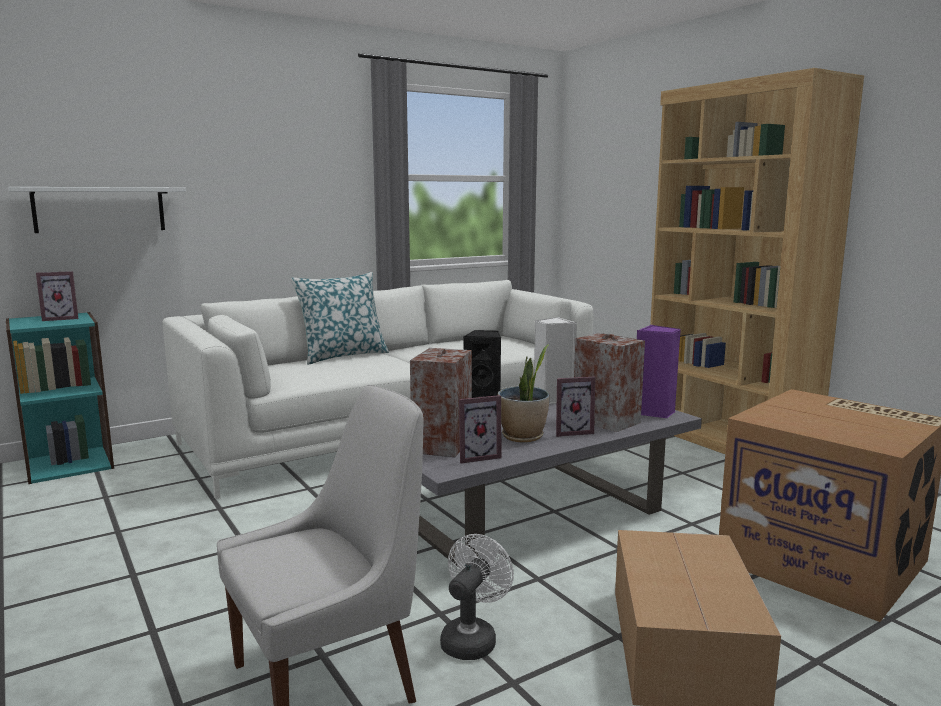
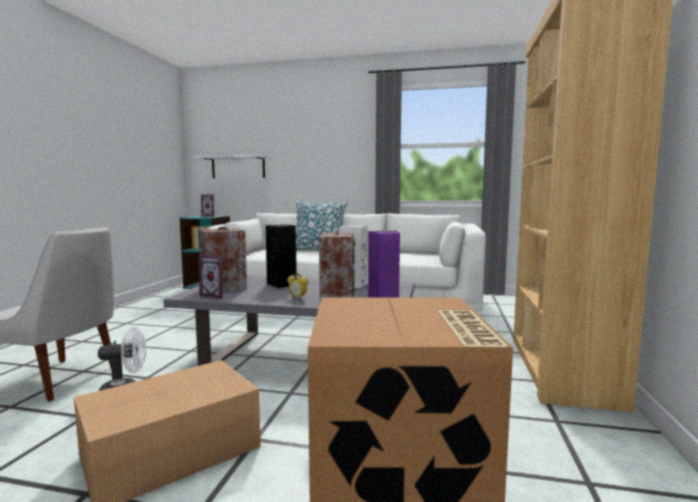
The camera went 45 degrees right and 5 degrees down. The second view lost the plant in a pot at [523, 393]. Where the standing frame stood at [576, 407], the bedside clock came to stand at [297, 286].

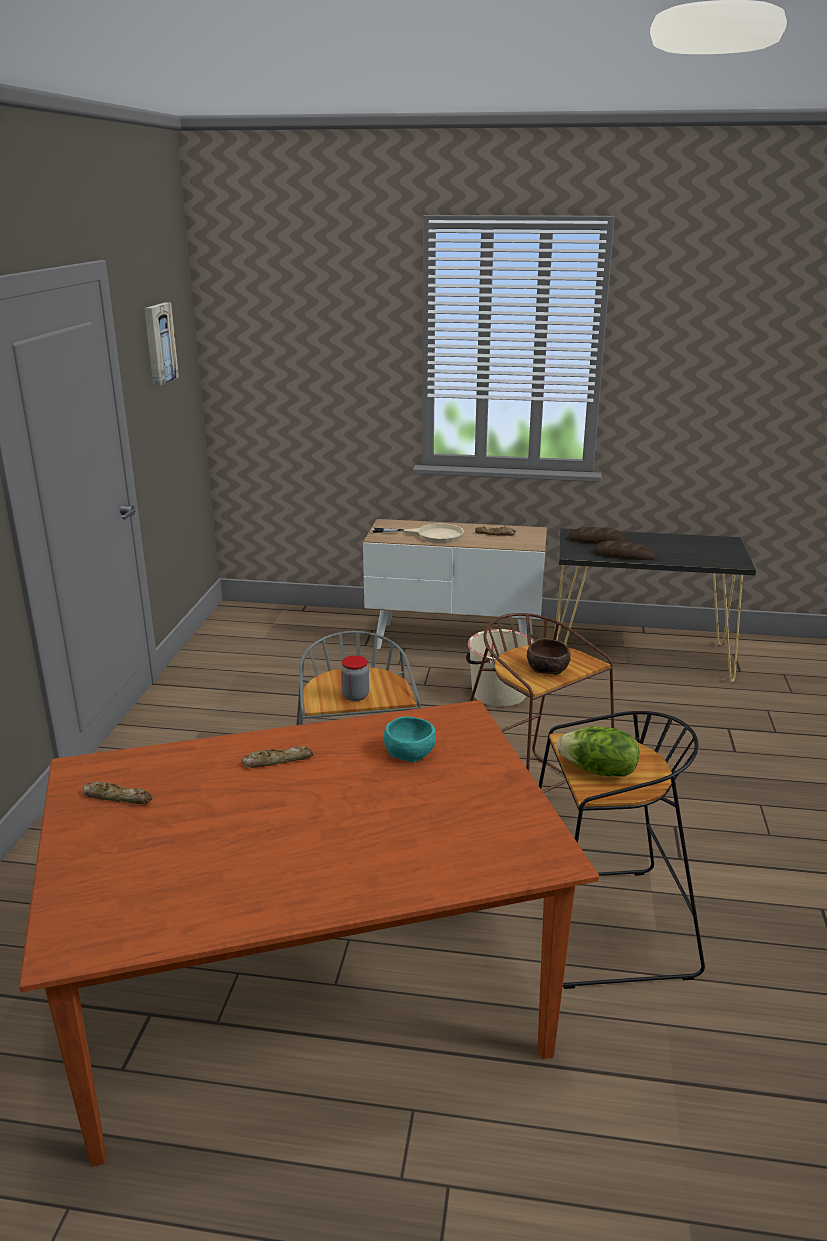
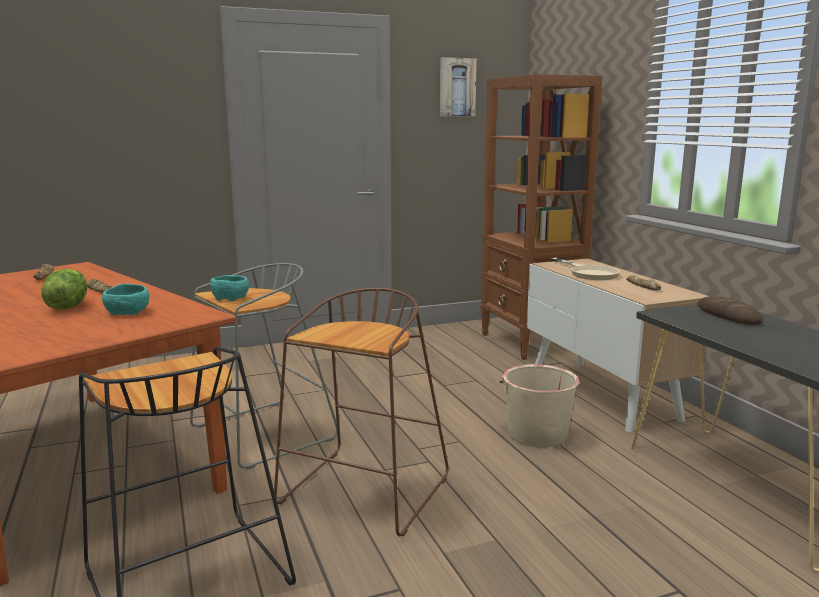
The camera went 60 degrees right and 10 degrees down. Where the preserve jar stood at [355, 678], the blue-green bowl came to stand at [229, 288]. The second view lost the brown-coloured bowl at [549, 656]. The lettuce head ended up elsewhere, having gone from [598, 751] to [64, 289]. The second view lost the bakery bread at [624, 550]. The second view gained the brown-coloured bookshelf at [541, 217].

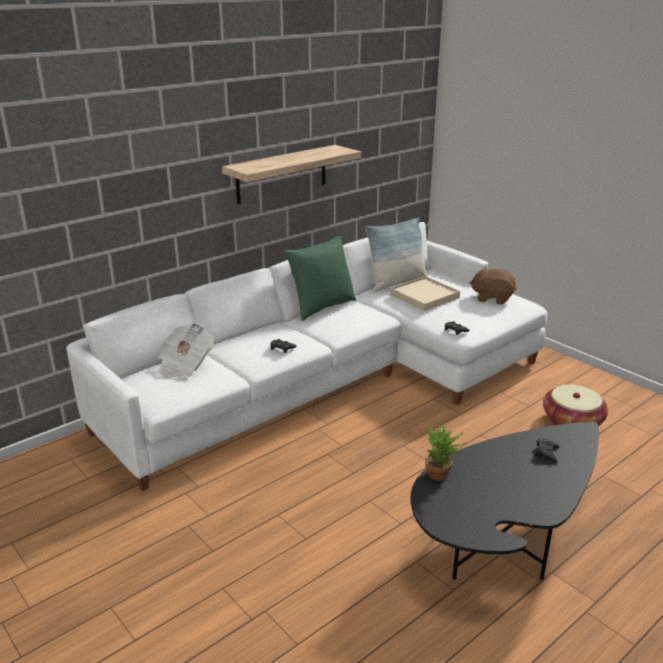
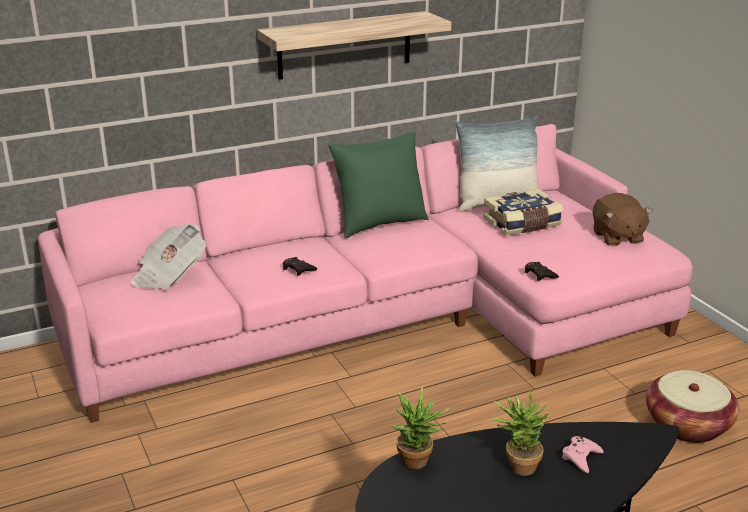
The camera went 15 degrees right and 0 degrees up. What was the white-coloured settee at [306, 356] turned into the pink-coloured settee at [365, 273]. Where the sand-coloured serving tray stood at [425, 293], the book came to stand at [523, 212]. The brown-coloured cuddly toy at [492, 286] ended up facing another way, 135 degrees counterclockwise from before. What was the black-coloured gamepad at [547, 451] turned into the pink-coloured gamepad at [583, 454]. The second view gained the plant in a pot at [520, 432].

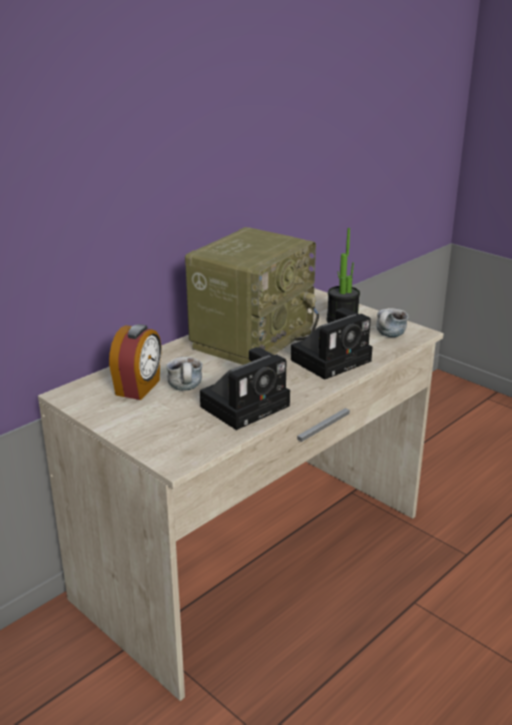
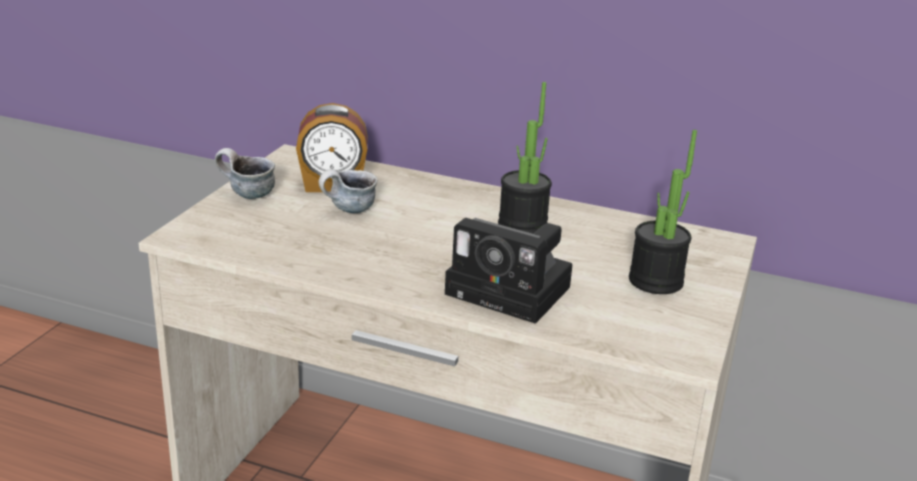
The camera went 65 degrees right and 0 degrees up. Where the radio set stood at [252, 296], the plant in a pot came to stand at [525, 158]. The second view lost the still camera at [245, 388]. The mug ended up elsewhere, having gone from [392, 322] to [245, 173].

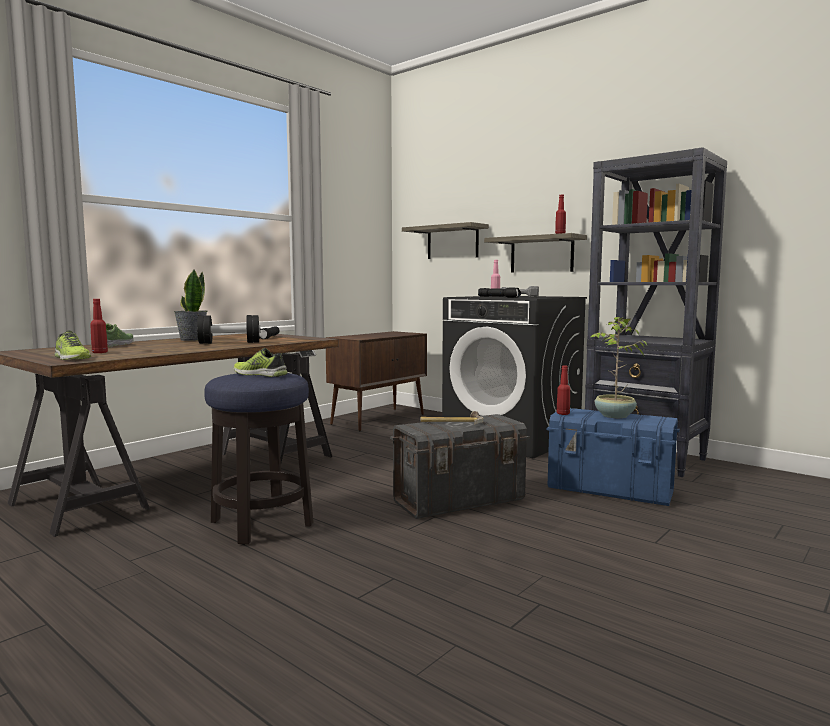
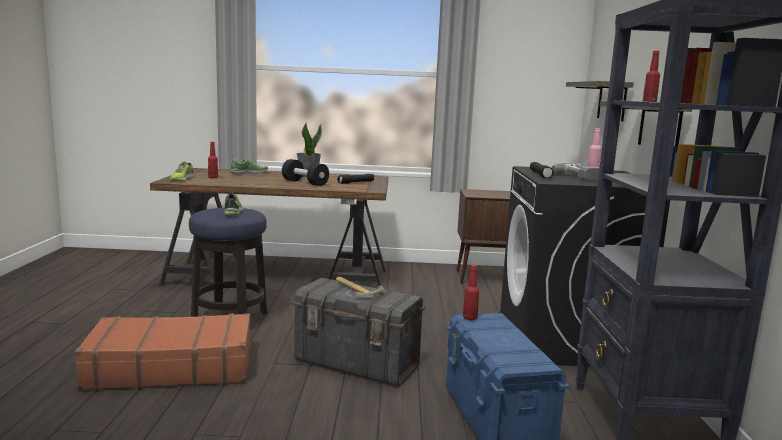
The camera went 50 degrees right and 5 degrees up. The second view lost the plant in a pot at [619, 367]. The second view gained the brown-coloured piece of luggage at [163, 351].

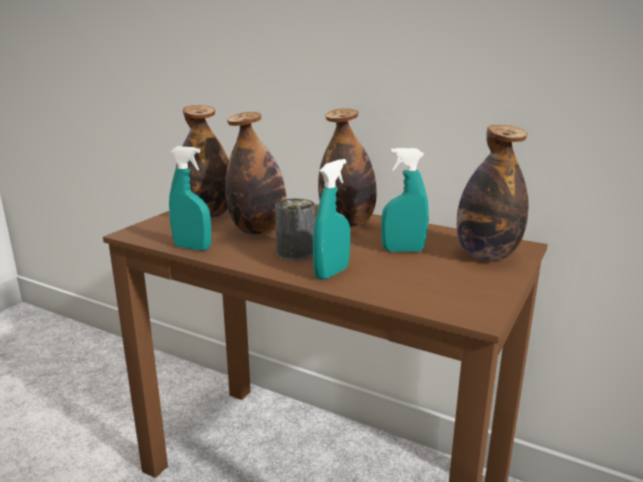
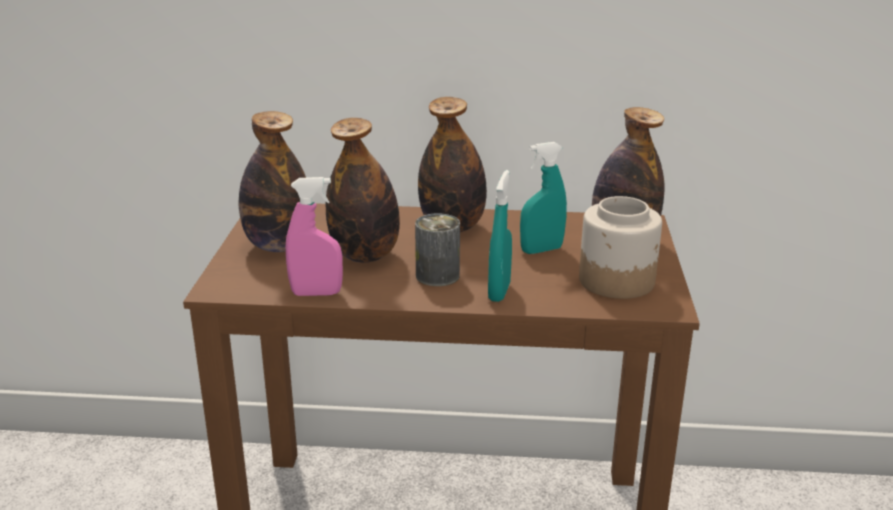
The camera went 25 degrees left and 5 degrees up. What was the blue-green sprayer at [190, 198] turned into the pink-coloured sprayer at [314, 236]. The second view gained the preserve jar at [620, 247].

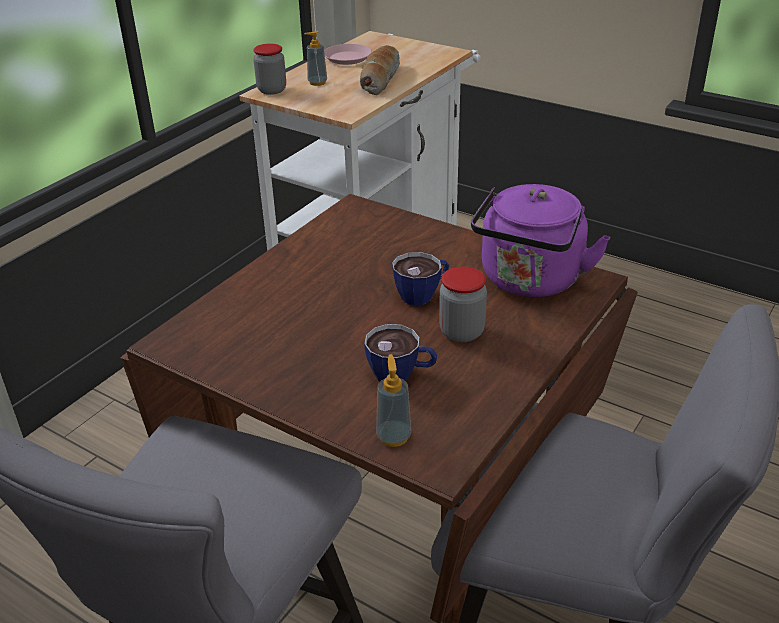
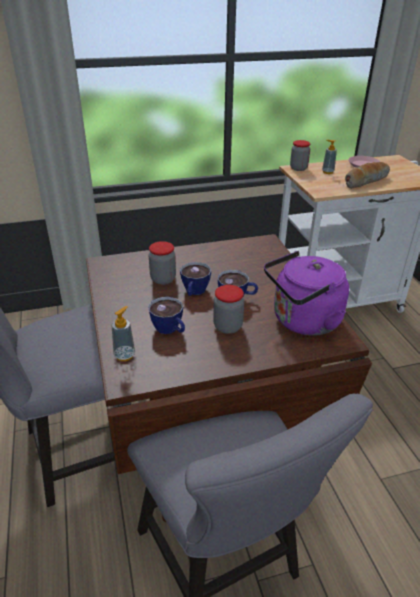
The camera went 40 degrees right and 0 degrees up. The second view gained the preserve jar at [162, 263]. The second view gained the small cup at [195, 279].

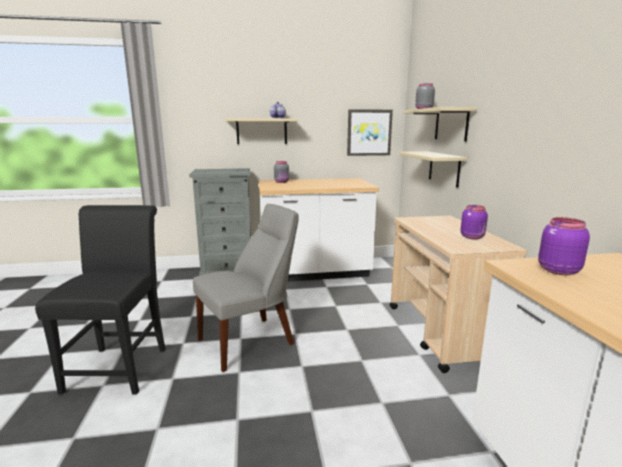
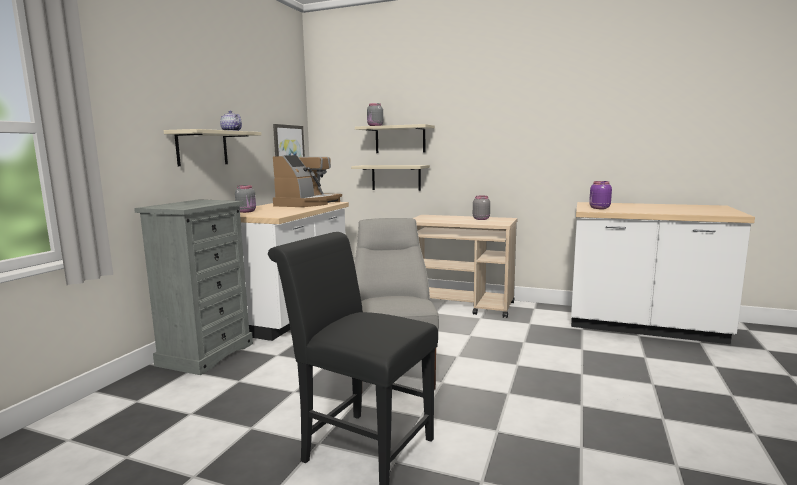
The camera went 60 degrees left and 5 degrees down. What was the purple-coloured preserve jar at [474, 222] turned into the grey preserve jar at [481, 208]. The second view gained the coffee brewer at [307, 181].

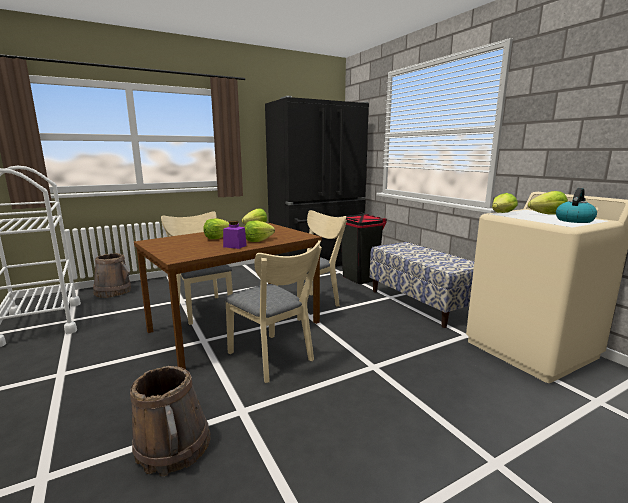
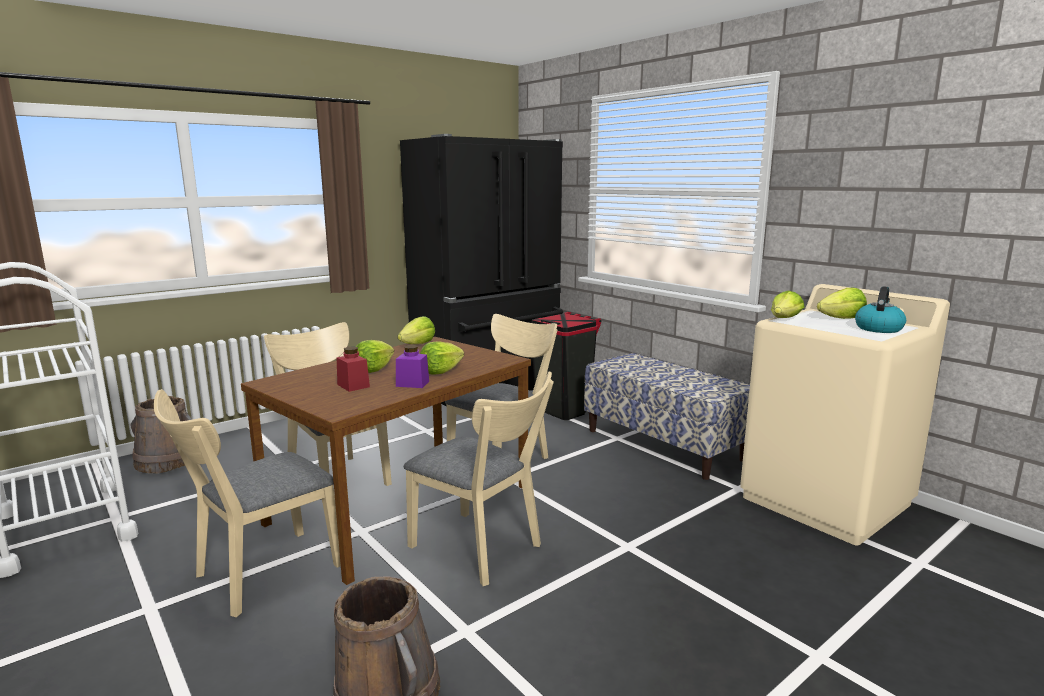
The camera went 10 degrees left and 0 degrees up. The second view gained the sand-coloured upright chair at [247, 503]. The second view gained the reddish preserve jar at [353, 369].

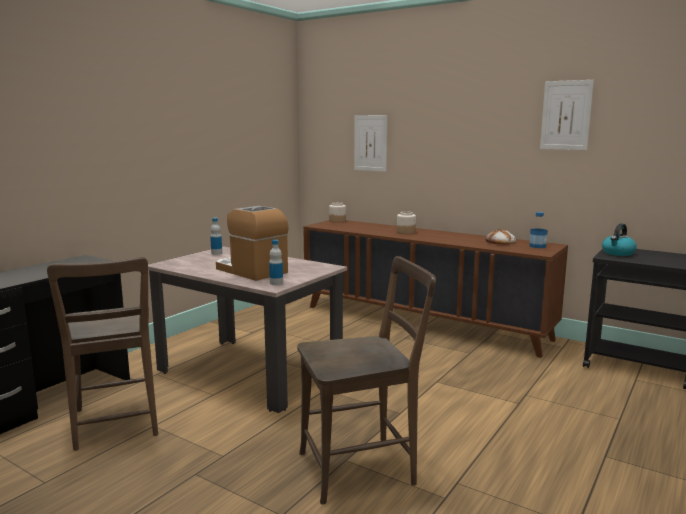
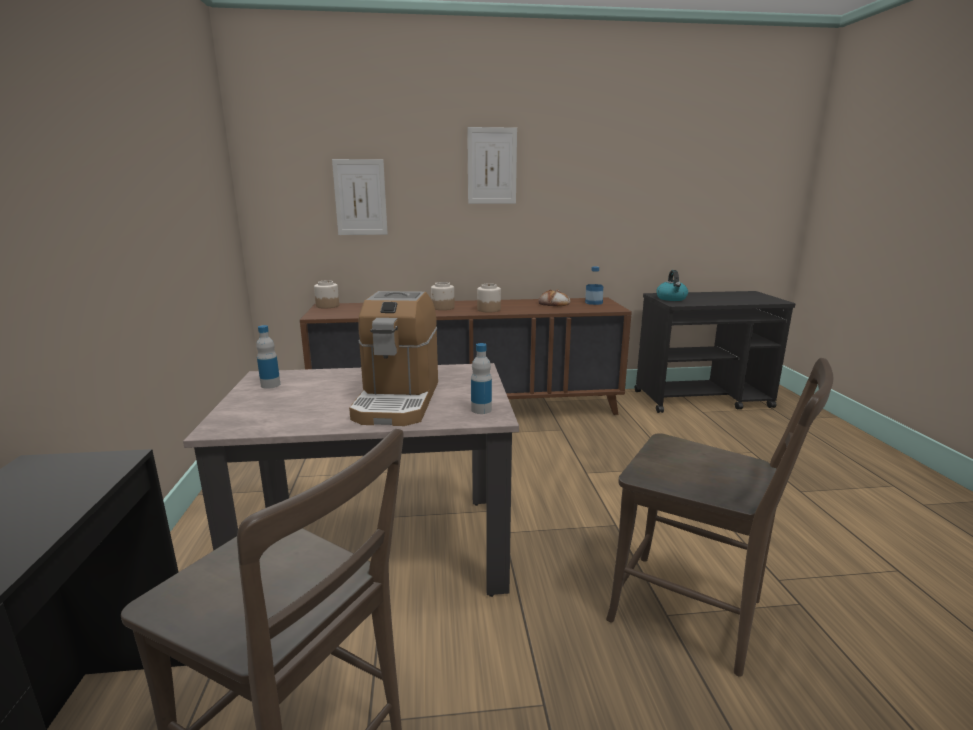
The camera went 40 degrees left and 5 degrees up. The coffee brewer at [252, 243] ended up facing another way, 90 degrees counterclockwise from before. The brown-coloured upright chair at [366, 380] ended up facing another way, 90 degrees clockwise from before. The picture ended up elsewhere, having gone from [567, 115] to [492, 165]. The second view gained the preserve jar at [489, 297].

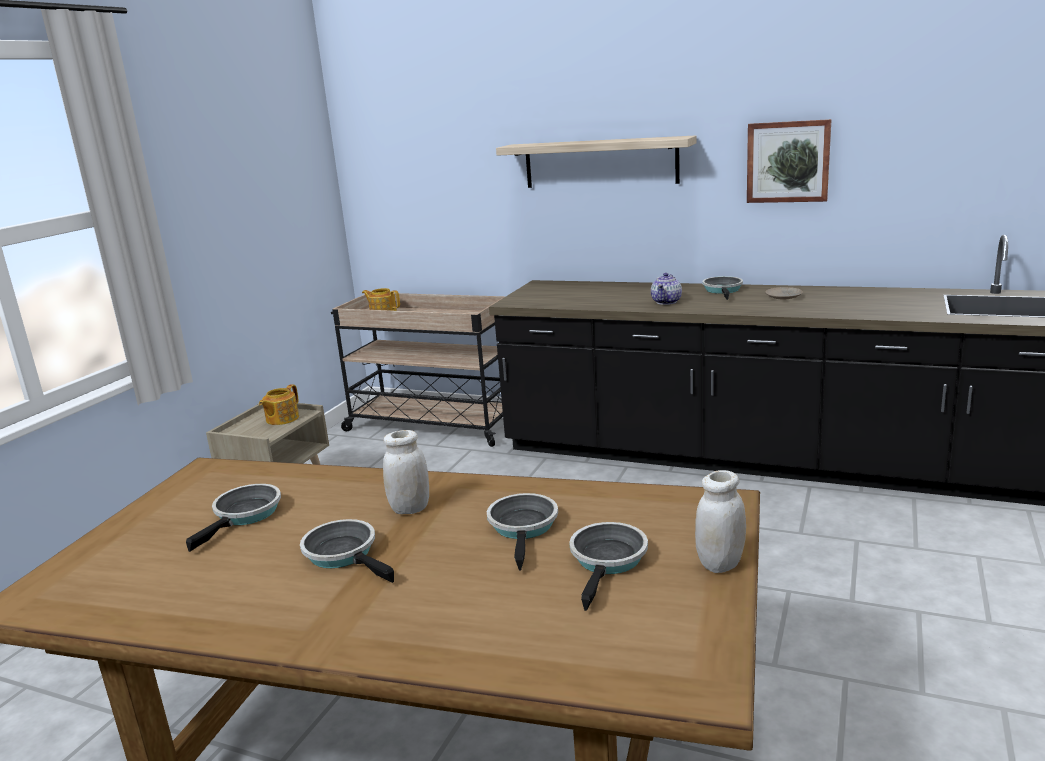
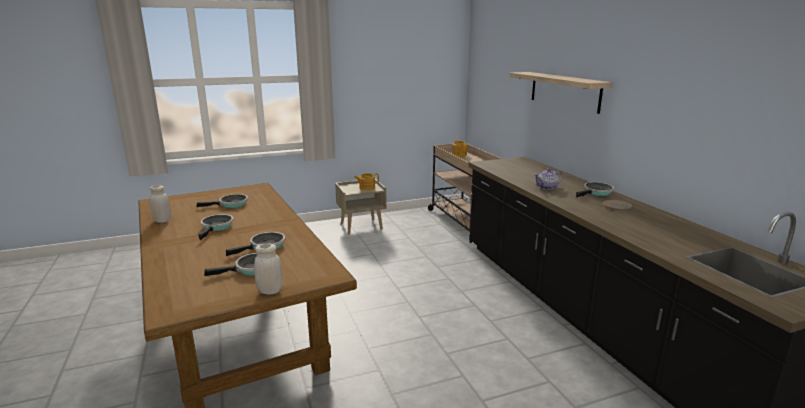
The camera went 45 degrees right and 0 degrees up. The white-coloured preserve jar ended up elsewhere, having gone from [406, 472] to [160, 204]. The second view lost the picture at [789, 161].

